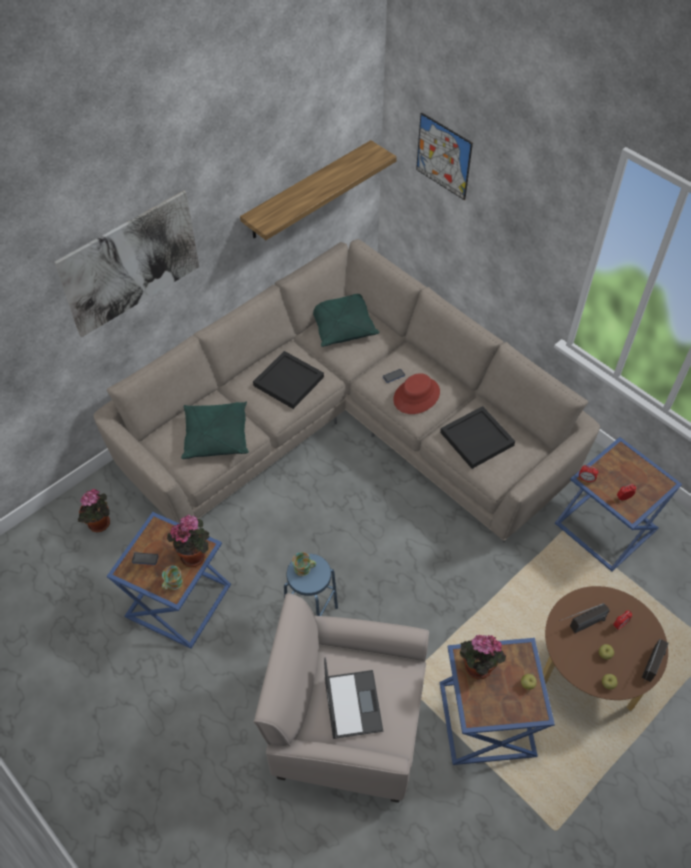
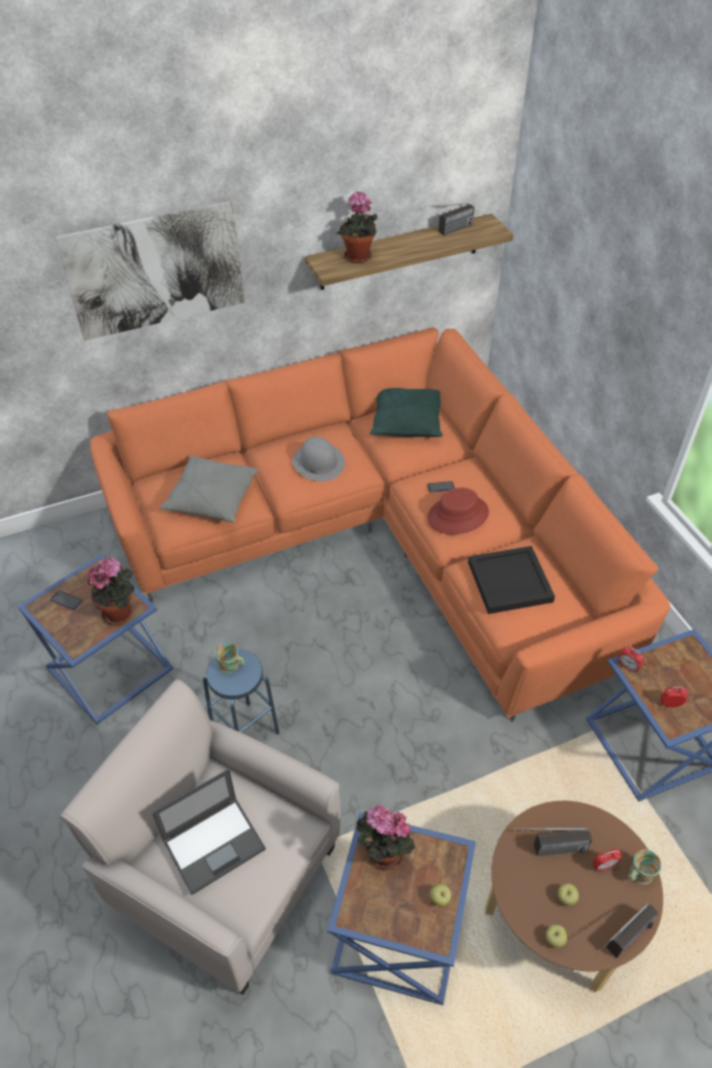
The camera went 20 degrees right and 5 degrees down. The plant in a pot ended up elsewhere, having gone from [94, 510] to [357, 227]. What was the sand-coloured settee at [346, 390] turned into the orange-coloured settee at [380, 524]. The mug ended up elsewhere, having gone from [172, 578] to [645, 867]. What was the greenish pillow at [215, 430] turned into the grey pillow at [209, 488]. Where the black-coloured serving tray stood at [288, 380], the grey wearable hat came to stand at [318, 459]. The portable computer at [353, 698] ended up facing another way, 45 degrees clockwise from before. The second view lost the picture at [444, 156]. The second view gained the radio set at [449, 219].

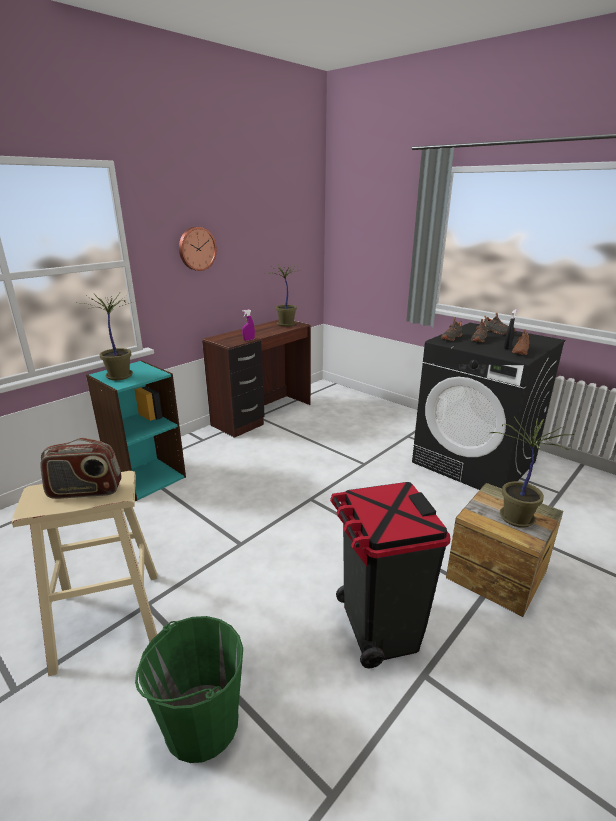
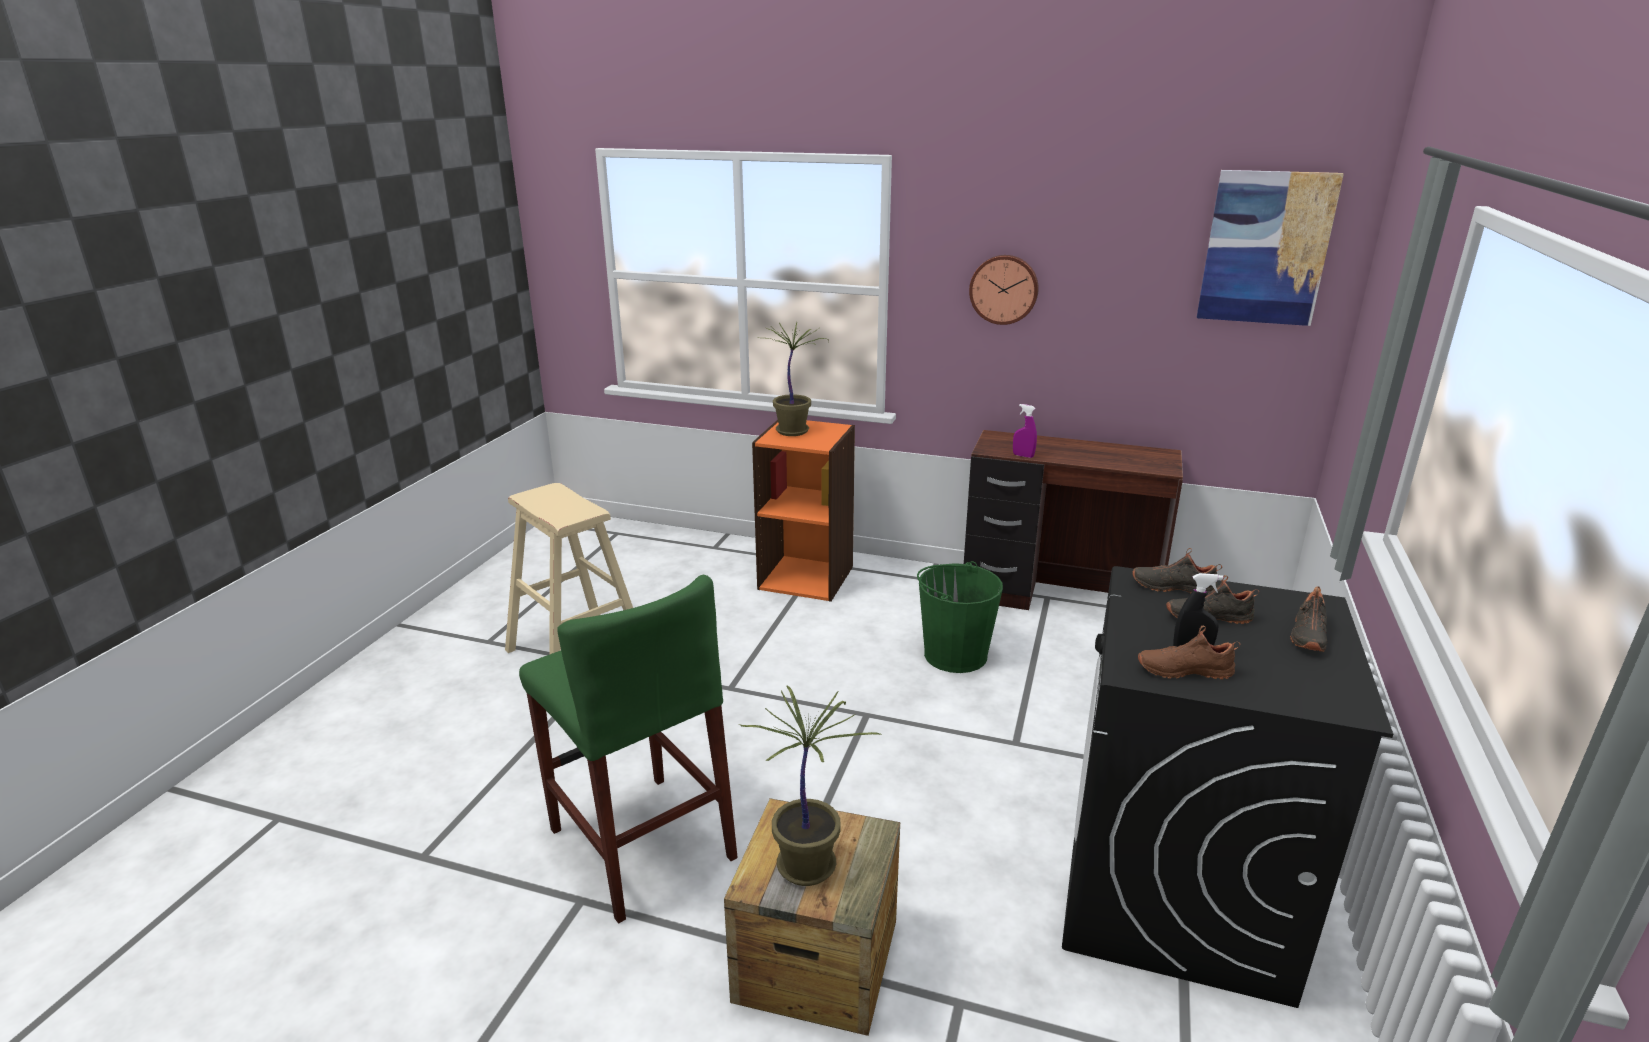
The camera went 65 degrees right and 0 degrees up. The second view lost the radio set at [80, 468]. What was the blue-green bookshelf at [136, 430] turned into the orange-coloured bookshelf at [803, 511]. The greenish water bucket ended up elsewhere, having gone from [189, 689] to [960, 617]. The second view lost the plant in a pot at [284, 295]. Where the black-coloured rubbish bin stood at [390, 575], the greenish stool came to stand at [628, 749]. The second view gained the picture at [1270, 248].

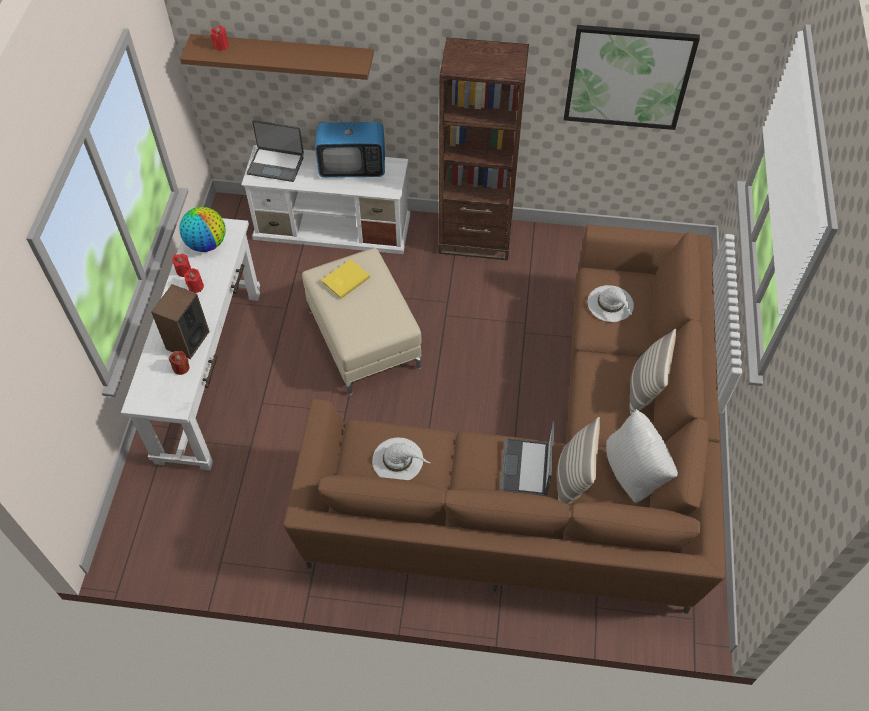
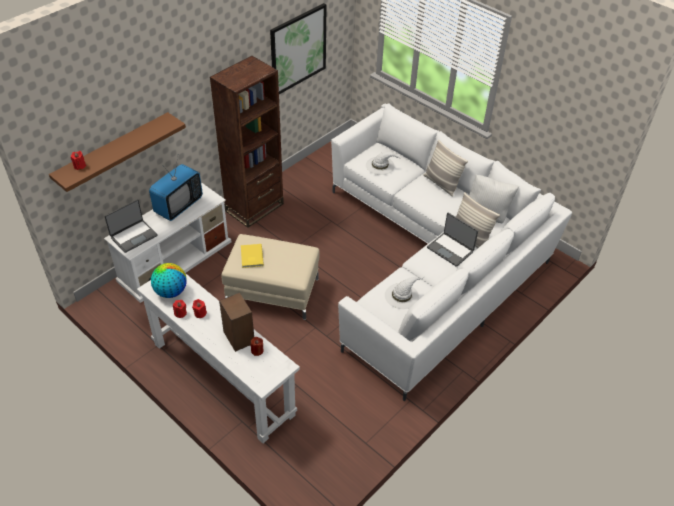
The camera went 55 degrees left and 10 degrees down. What was the brown-coloured settee at [504, 419] turned into the white-coloured settee at [451, 252].

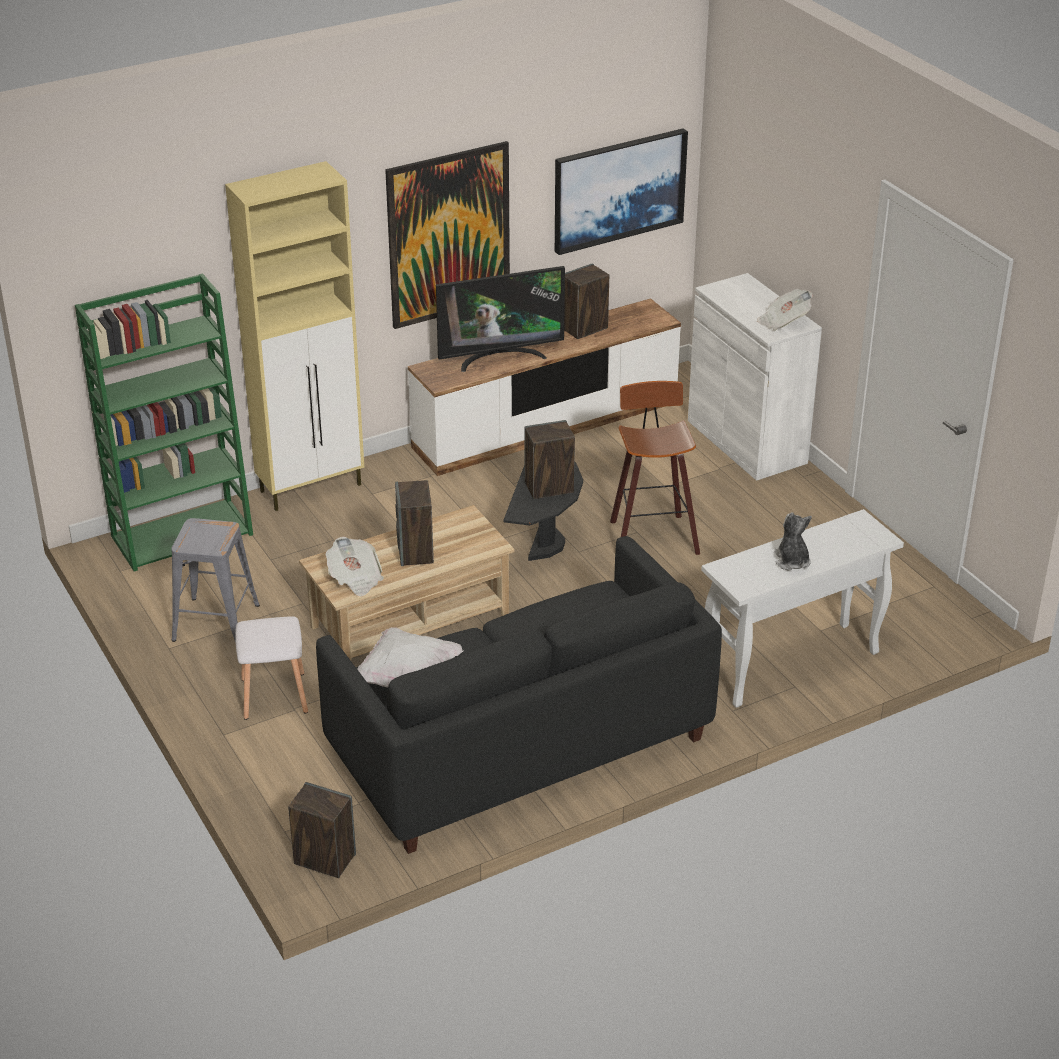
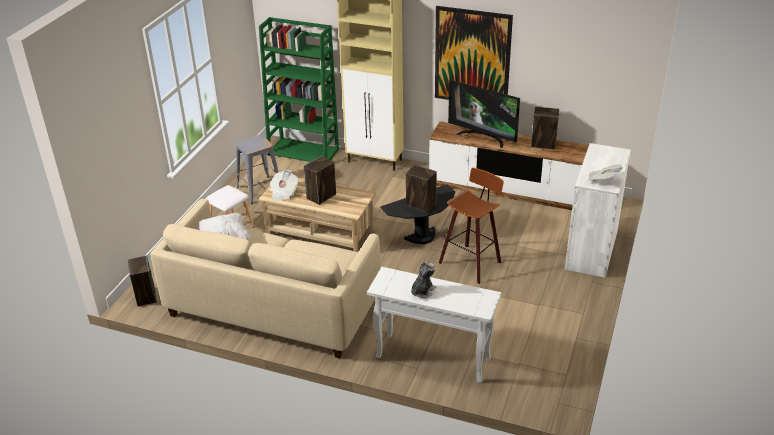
The camera went 50 degrees right and 0 degrees up. What was the black-coloured settee at [519, 695] turned into the sand-coloured settee at [265, 279]. The second view lost the picture at [621, 191].

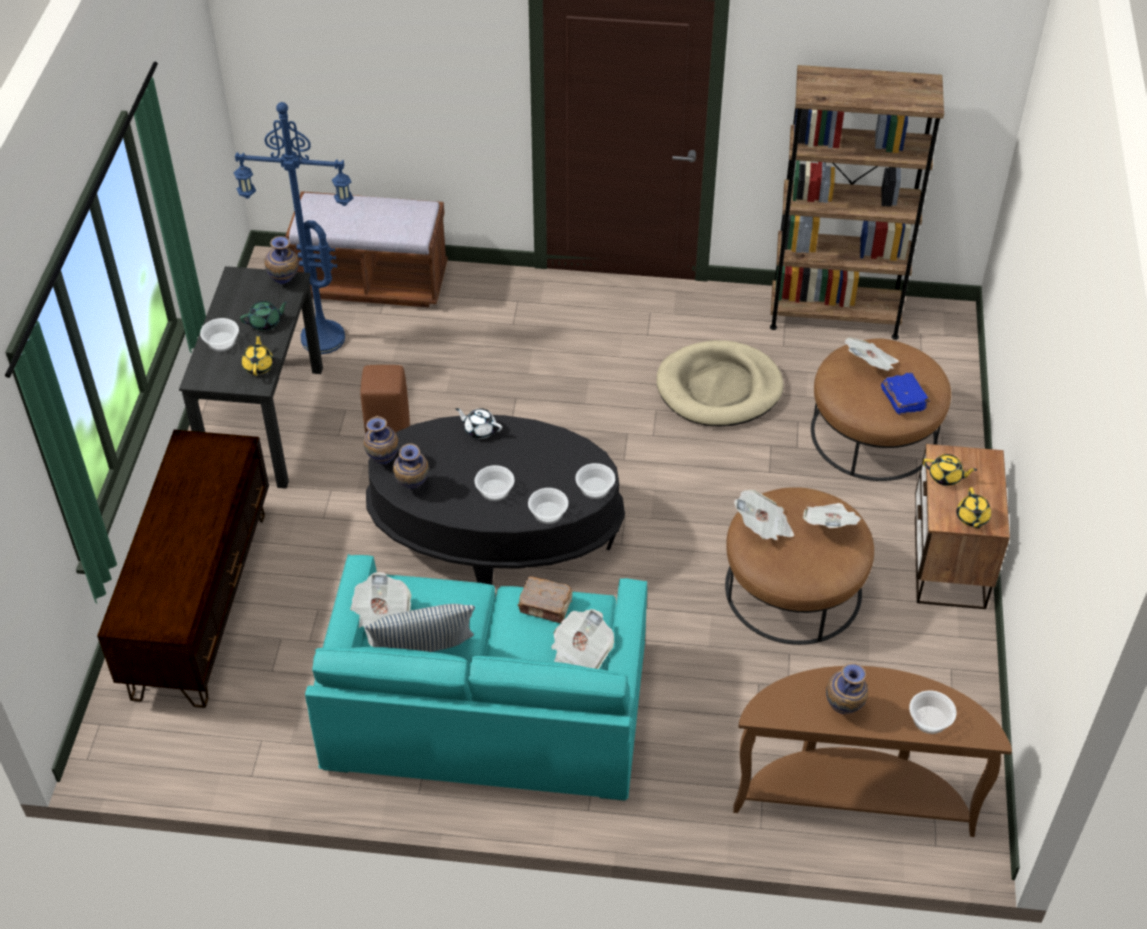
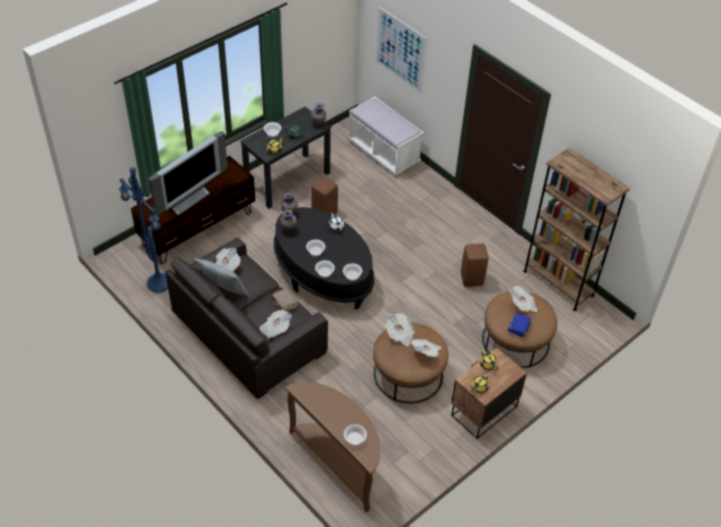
The camera went 40 degrees right and 0 degrees up. The blue standard lamp ended up elsewhere, having gone from [293, 228] to [143, 230]. What was the brown-coloured bench at [366, 249] turned into the white-coloured bench at [386, 136]. What was the blue-green settee at [476, 677] turned into the grey settee at [246, 318]. Where the sand-coloured dog bed stood at [720, 383], the brown-coloured stool came to stand at [474, 265]. The second view lost the flower vase at [847, 688]. The second view gained the television at [188, 173]. The second view gained the picture at [401, 50].

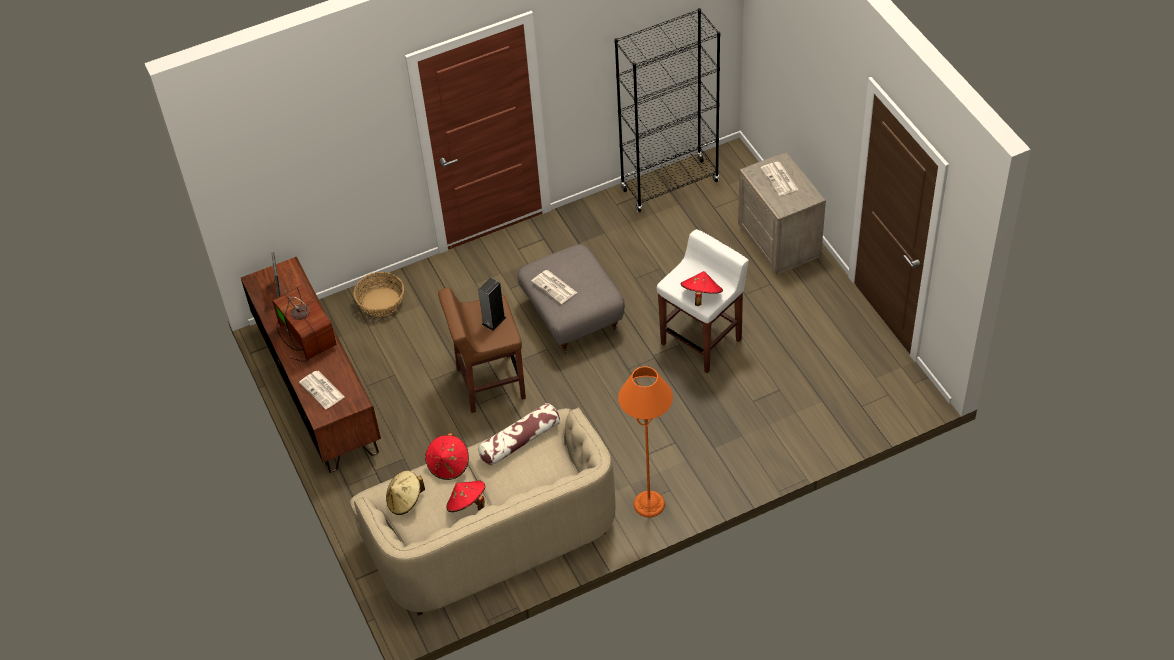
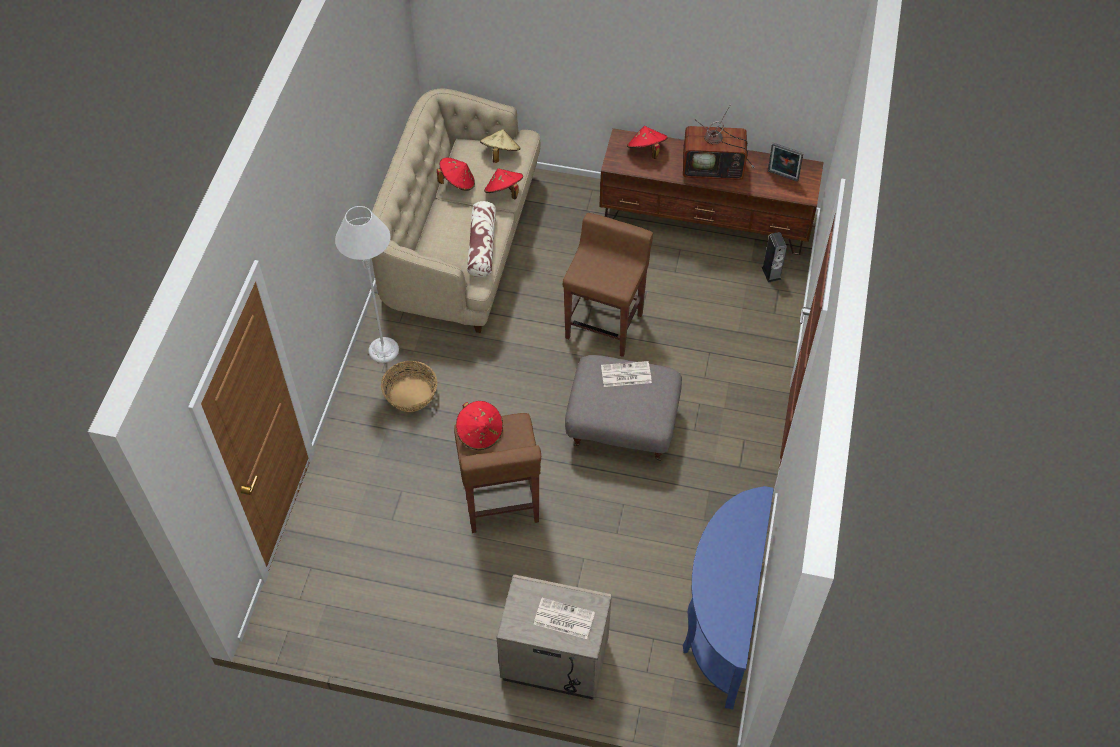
The camera went 125 degrees right and 5 degrees up. Where the printed paper stood at [321, 390], the reddish wearable hat came to stand at [647, 142]. The basket ended up elsewhere, having gone from [379, 294] to [409, 386]. The loudspeaker ended up elsewhere, having gone from [492, 304] to [774, 257]. Where the black-coloured bookshelf stood at [667, 110], the blue hall table came to stand at [728, 597]. What was the orange-coloured standard lamp at [645, 442] turned into the white-coloured standard lamp at [367, 284]. What was the white-coloured stool at [703, 301] turned into the brown-coloured stool at [497, 473].

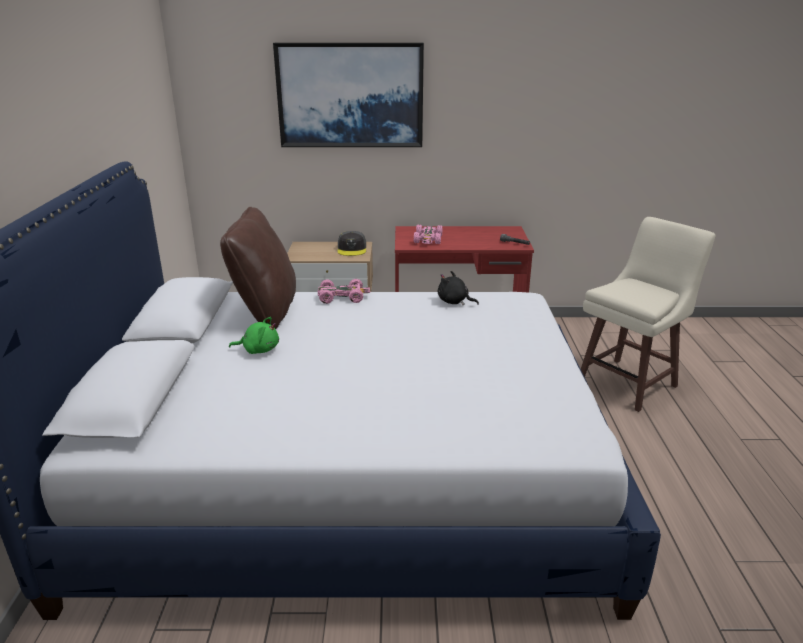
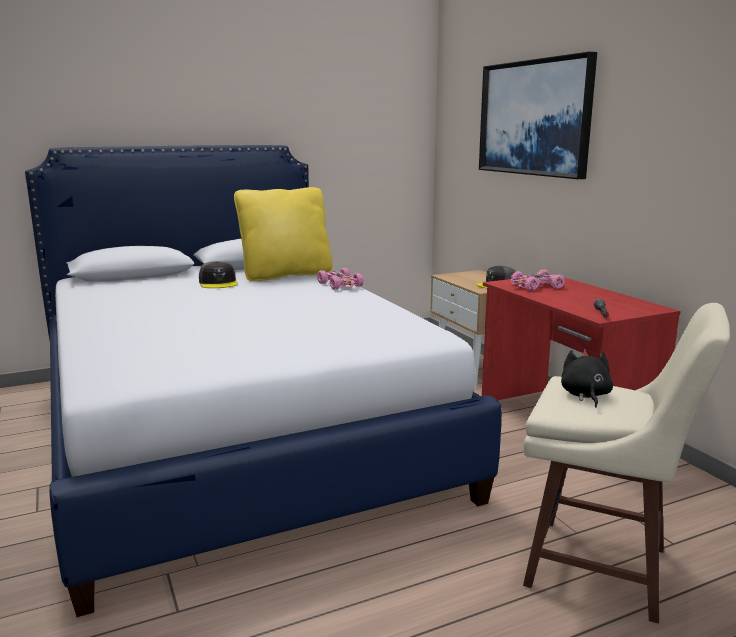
The camera went 65 degrees right and 10 degrees down. What was the brown-coloured pillow at [258, 268] turned into the yellowish pillow at [283, 234]. Where the greenish cuddly toy stood at [254, 335], the grey peaked cap came to stand at [218, 274]. The black-coloured cuddly toy ended up elsewhere, having gone from [458, 288] to [587, 378].

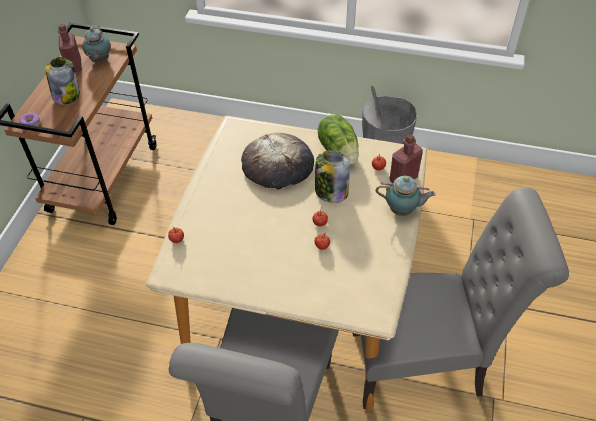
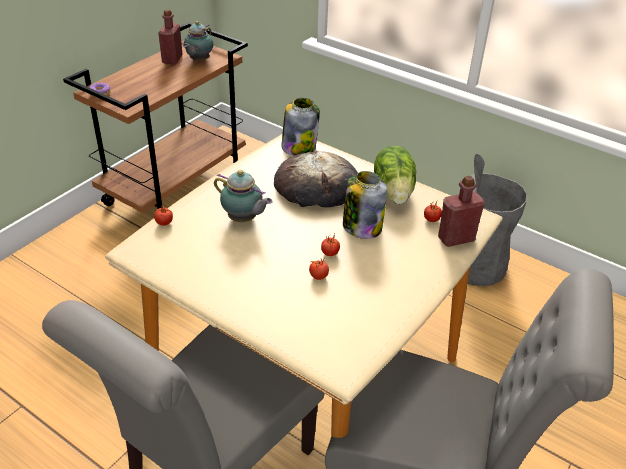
The camera went 20 degrees right and 10 degrees down. The preserve jar ended up elsewhere, having gone from [62, 80] to [300, 127]. The tea pot ended up elsewhere, having gone from [406, 195] to [243, 196].

